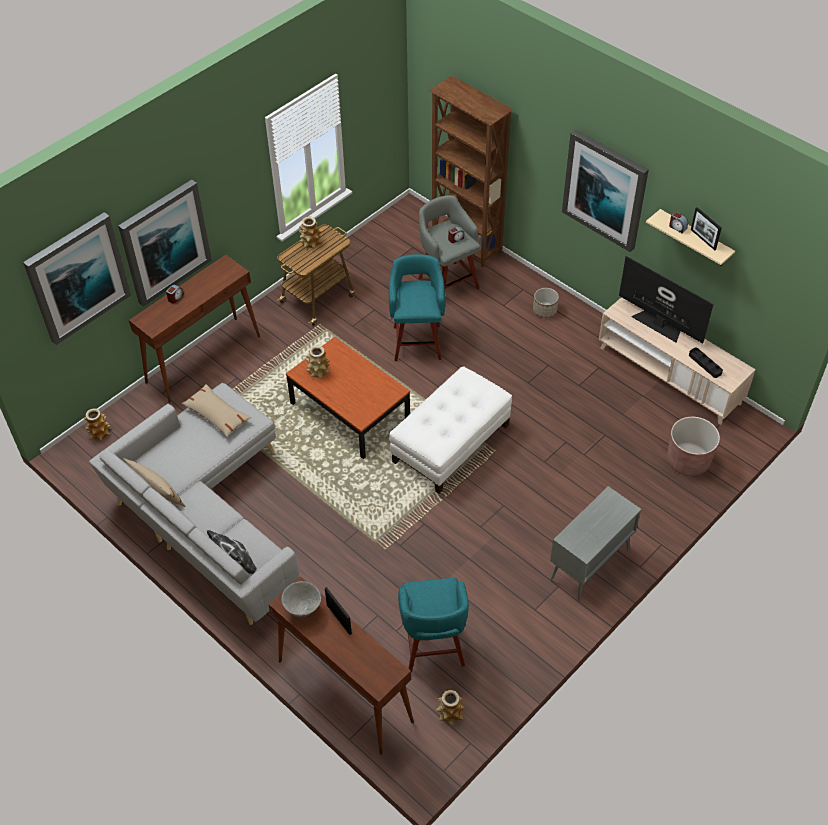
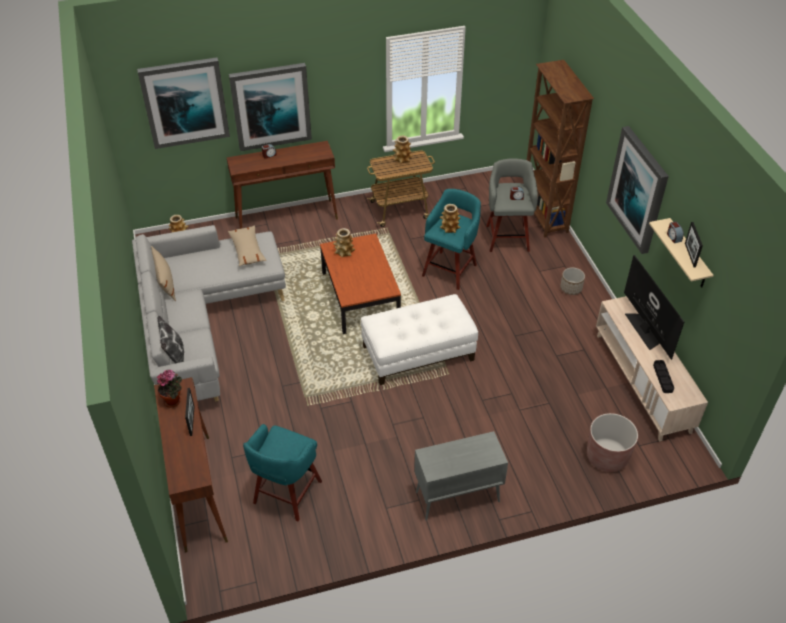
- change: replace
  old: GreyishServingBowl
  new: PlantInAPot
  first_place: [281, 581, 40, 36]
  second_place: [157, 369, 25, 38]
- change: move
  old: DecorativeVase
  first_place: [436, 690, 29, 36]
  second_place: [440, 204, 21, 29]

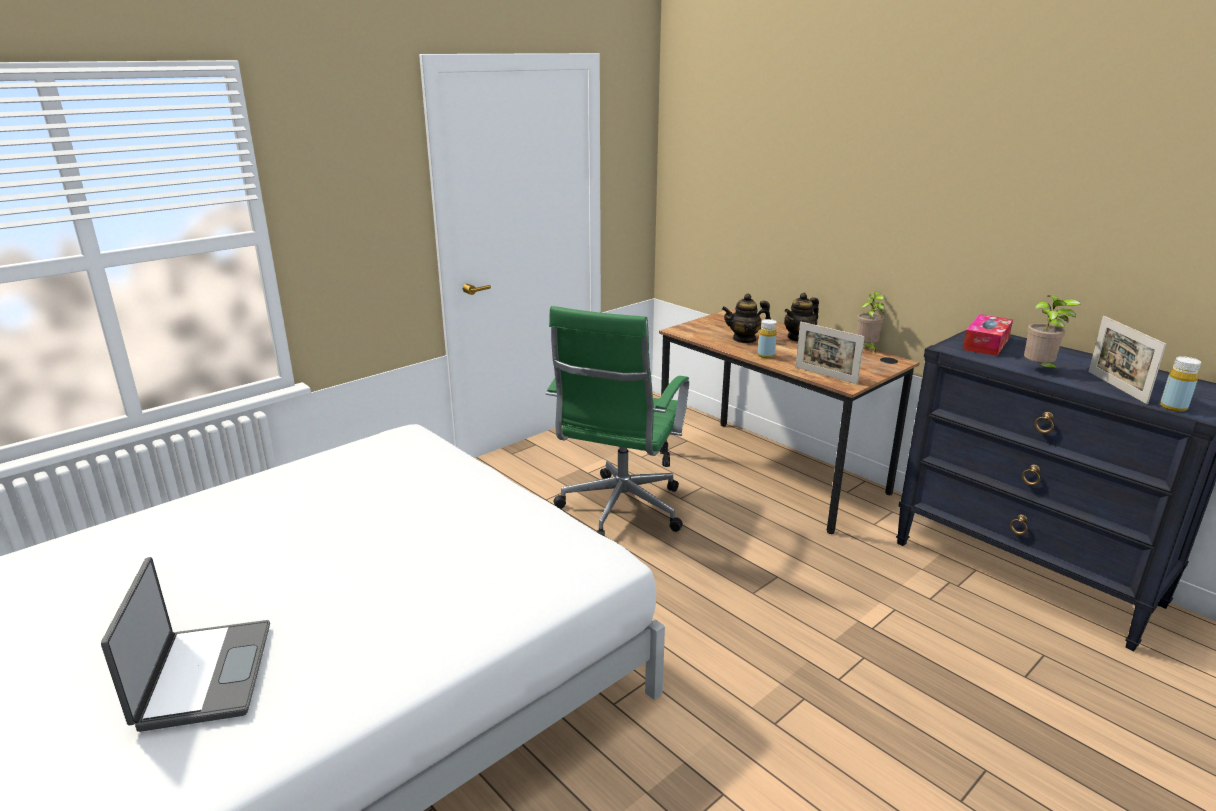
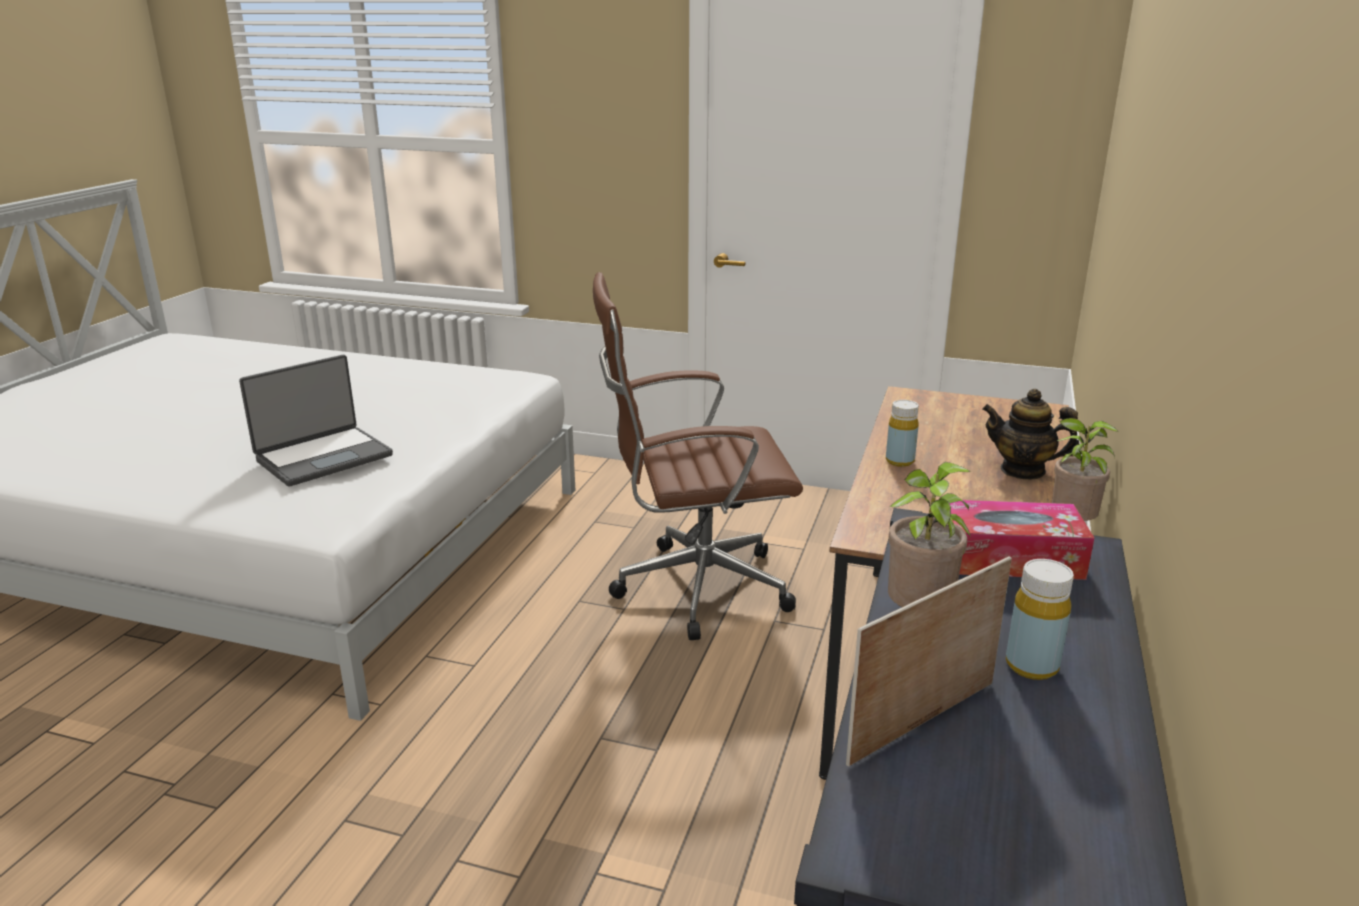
- change: move
  old: PortableComputer
  first_place: [101, 557, 169, 175]
  second_place: [239, 355, 154, 131]
- change: recolor
  old: GreenishDeskChair
  new: BrownColouredDeskChair
  first_place: [546, 306, 143, 230]
  second_place: [593, 272, 210, 368]
- change: move
  old: YellowDrinkBottle
  first_place: [1160, 356, 41, 56]
  second_place: [1006, 559, 68, 121]
- change: delete
  old: PotForTea
  first_place: [722, 293, 49, 50]
- change: delete
  old: PhotoFrame
  first_place: [796, 322, 69, 62]

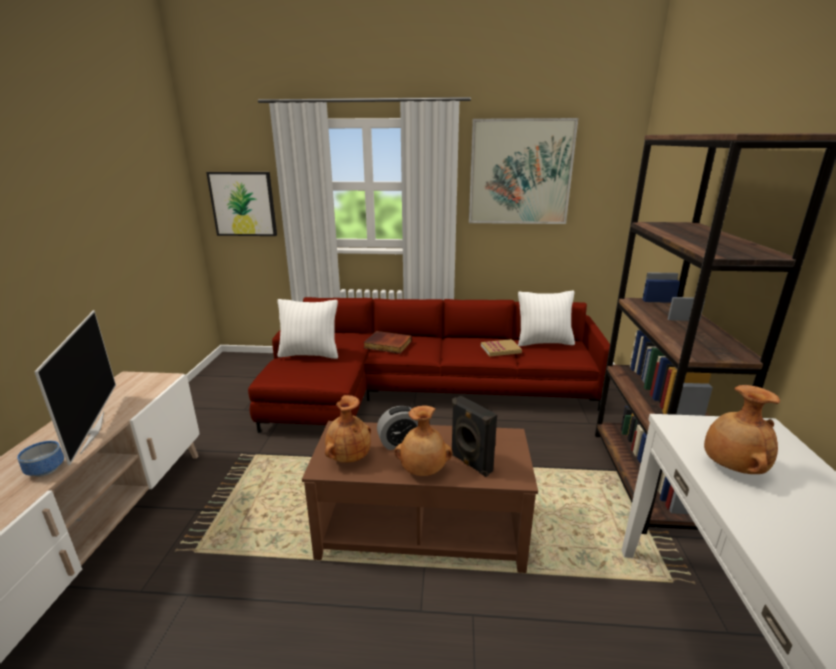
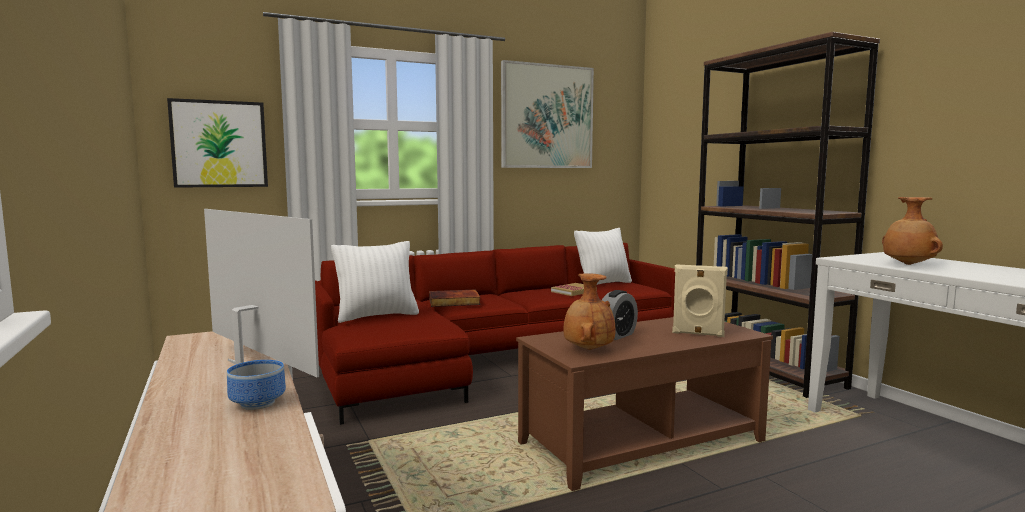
- change: recolor
  old: BlackColouredAudioSpeaker
  new: BeigeColouredAudioSpeaker
  first_place: [452, 396, 45, 81]
  second_place: [672, 264, 56, 73]
- change: delete
  old: BrownColouredDecorativeVase
  first_place: [394, 405, 59, 71]

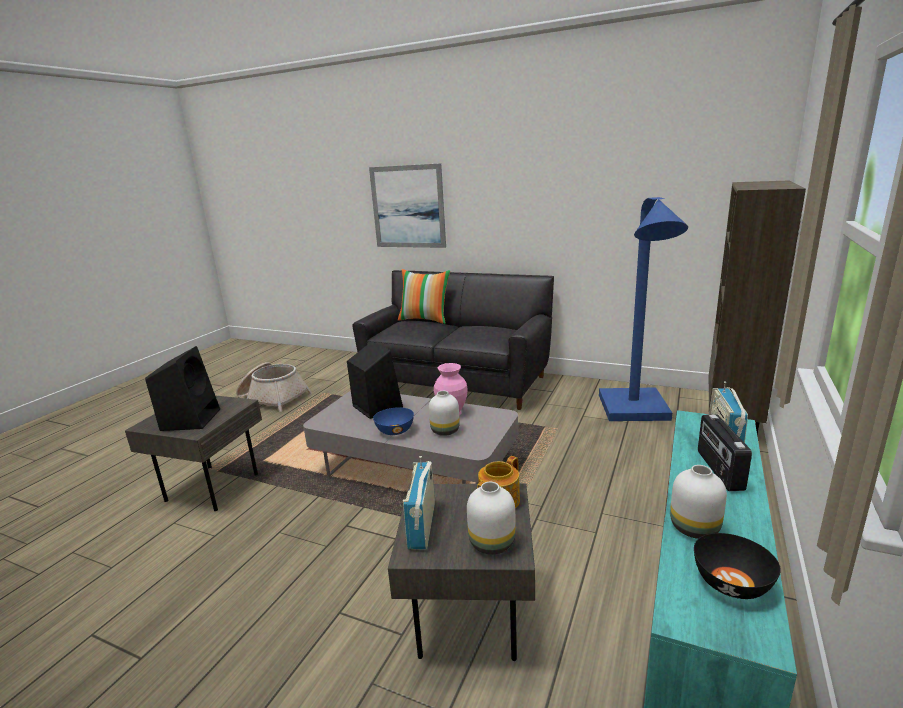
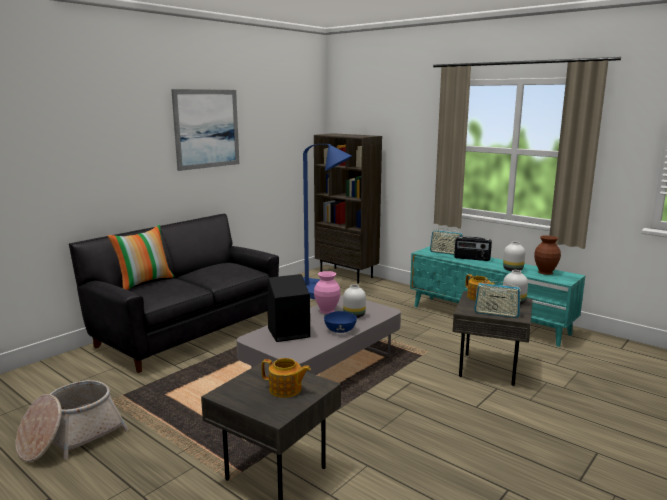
- change: move
  old: Picture
  first_place: [369, 163, 77, 85]
  second_place: [171, 89, 68, 82]
- change: replace
  old: BlackColouredAudioSpeaker
  new: PotForTea
  first_place: [145, 346, 75, 85]
  second_place: [261, 358, 50, 40]
- change: replace
  old: BlackColouredServingBowl
  new: BrownColouredDecorativeVase
  first_place: [694, 533, 87, 66]
  second_place: [534, 235, 27, 40]

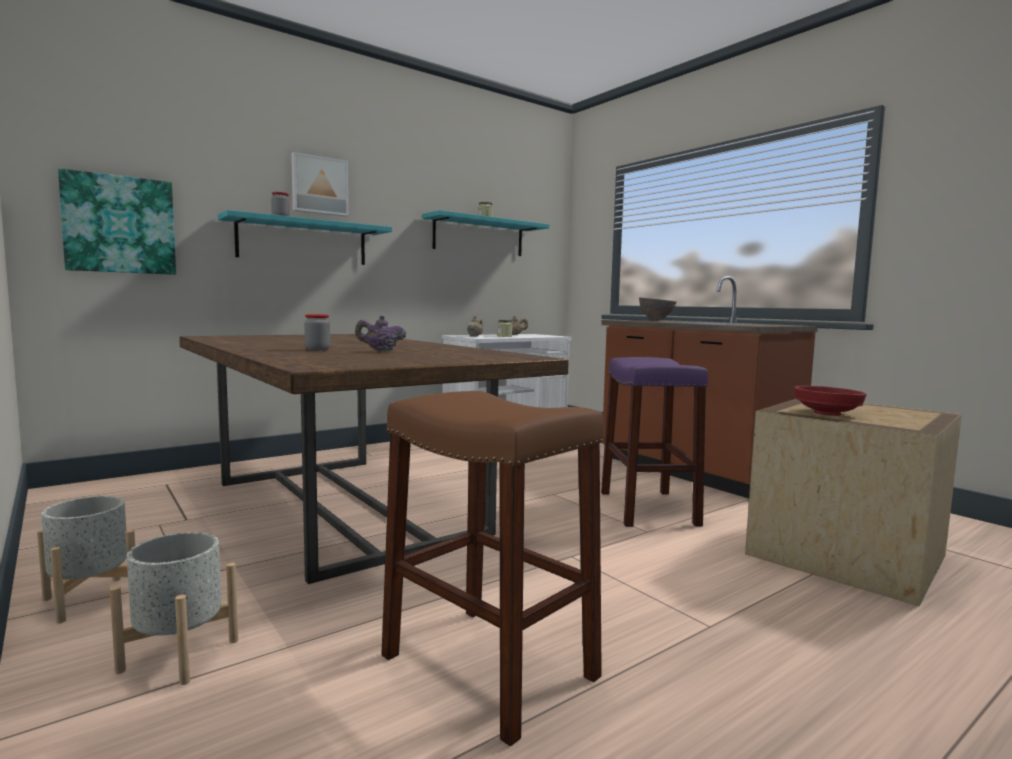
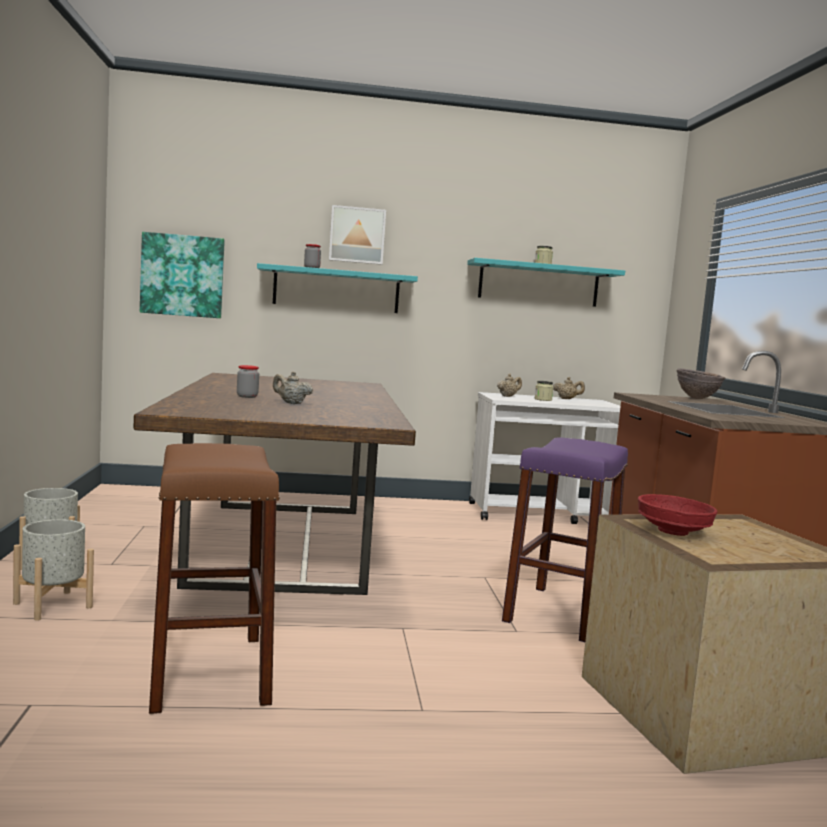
- change: recolor
  old: PurplishPotForTea
  new: BeigeColouredPotForTea
  first_place: [355, 316, 51, 35]
  second_place: [273, 371, 40, 33]

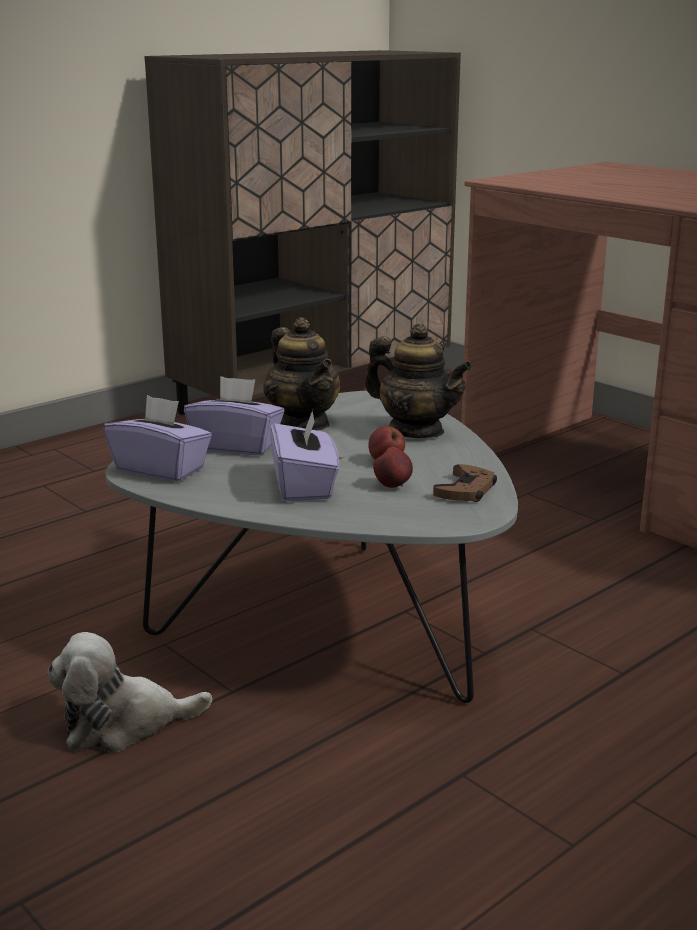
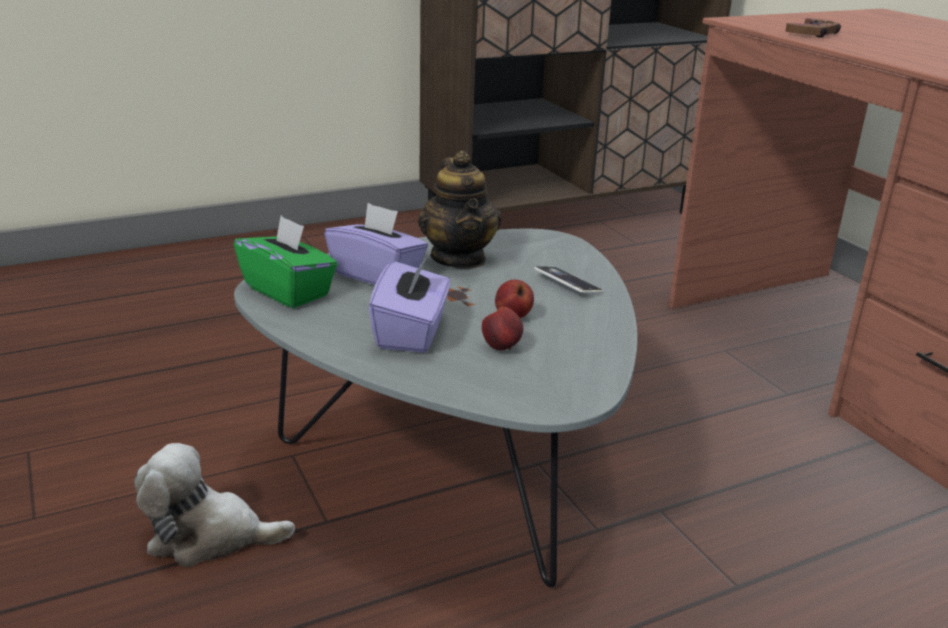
- change: recolor
  old: PurplishBoxOfTissues
  new: GreenishBoxOfTissues
  first_place: [103, 395, 109, 87]
  second_place: [234, 215, 104, 93]
- change: replace
  old: PotForTea
  new: Handset
  first_place: [365, 323, 107, 115]
  second_place: [534, 266, 69, 27]
- change: move
  old: BrownColouredGamepad
  first_place: [433, 464, 64, 38]
  second_place: [786, 18, 55, 20]

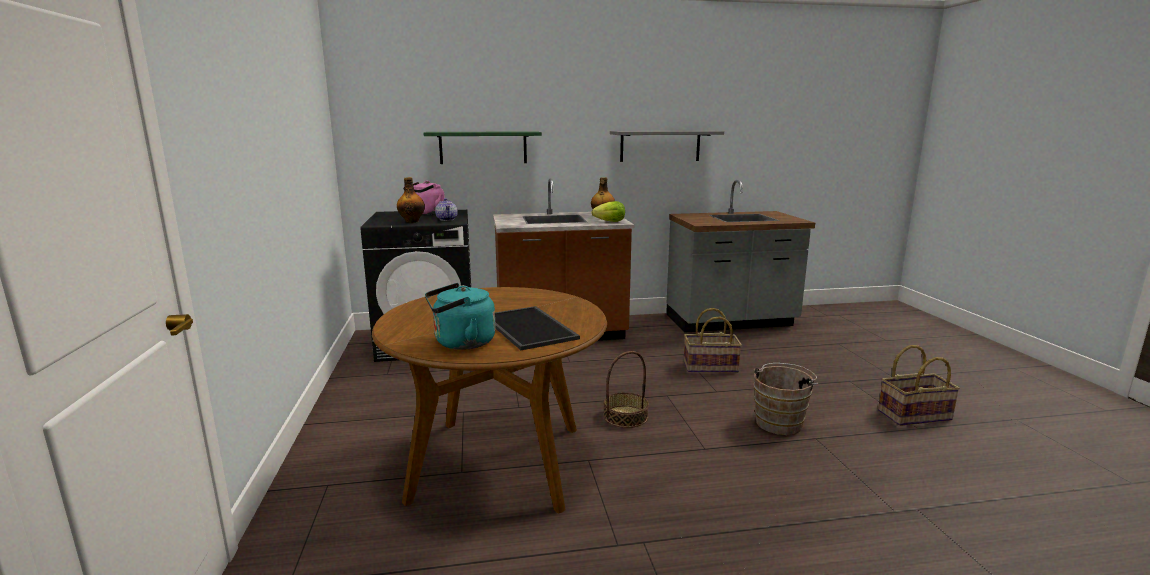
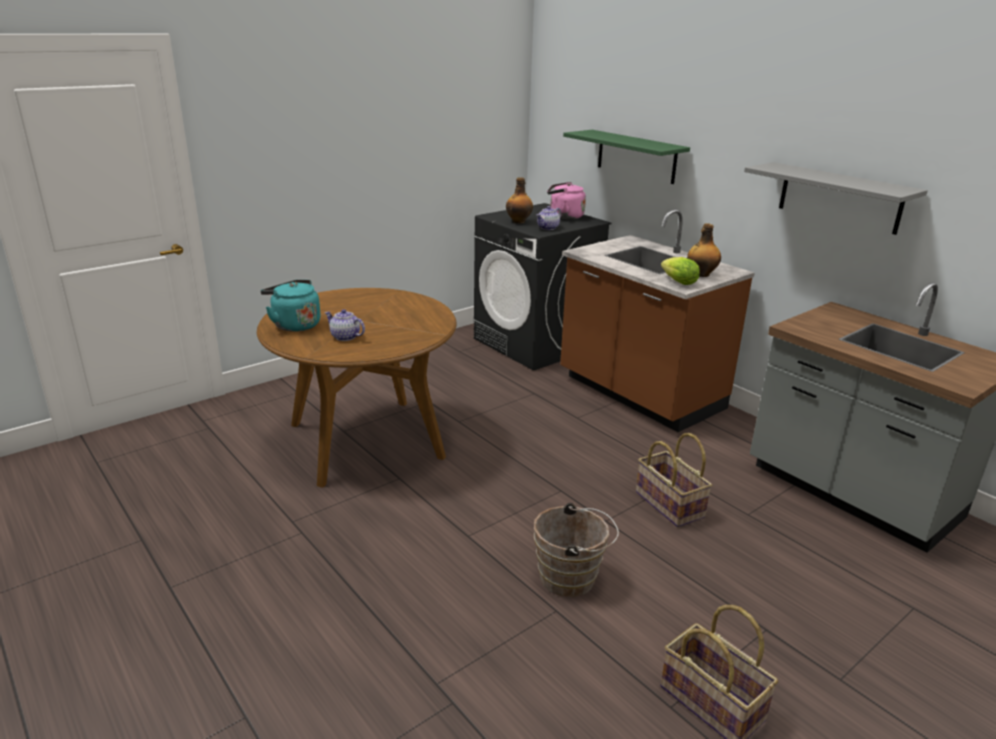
- change: replace
  old: CarryingTray
  new: PotForTea
  first_place: [495, 306, 85, 44]
  second_place: [325, 309, 40, 32]
- change: delete
  old: Basket
  first_place: [603, 351, 46, 77]

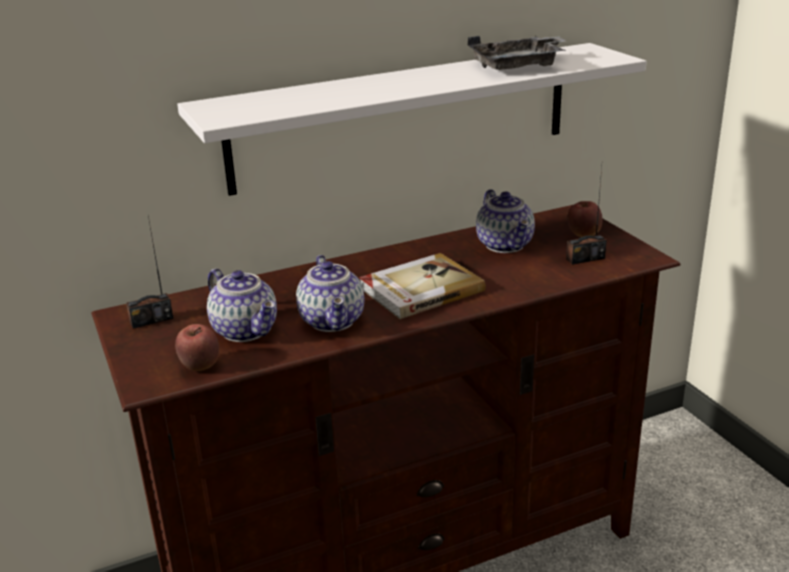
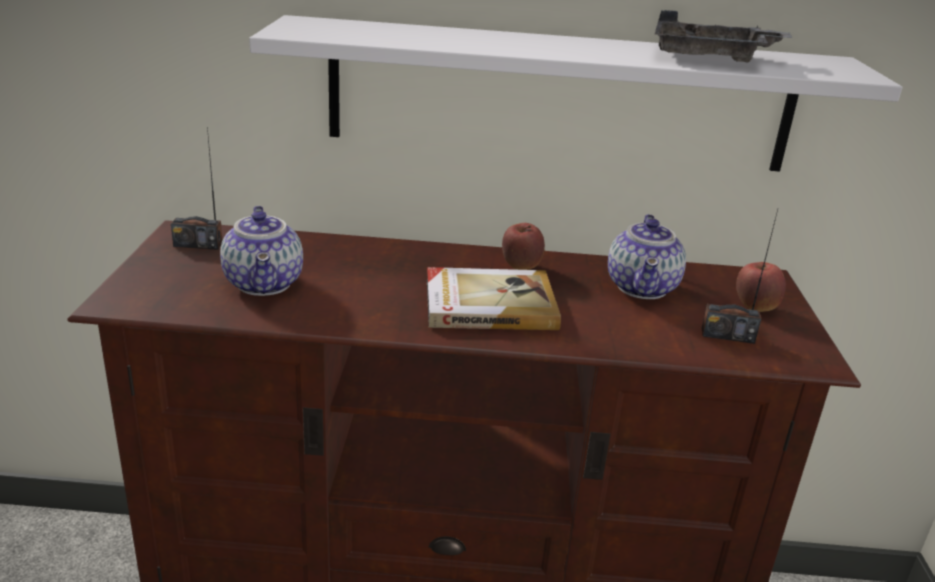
- change: move
  old: Apple
  first_place: [175, 324, 44, 47]
  second_place: [502, 223, 43, 47]
- change: delete
  old: PotForTea
  first_place: [296, 255, 68, 77]

